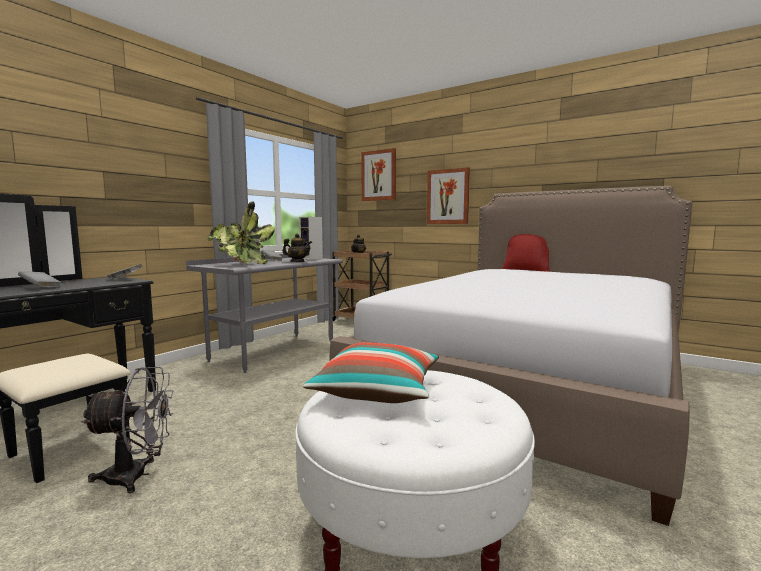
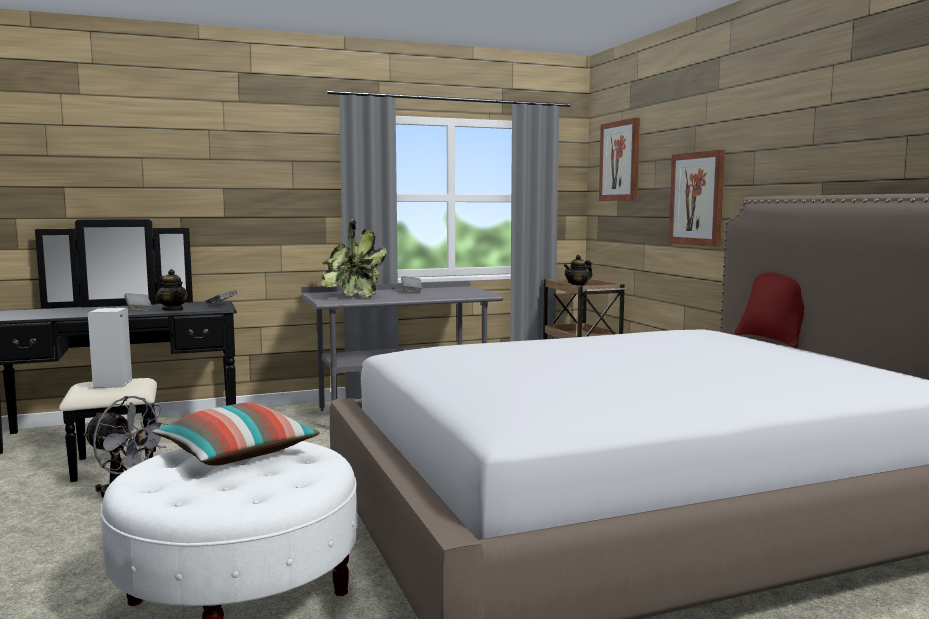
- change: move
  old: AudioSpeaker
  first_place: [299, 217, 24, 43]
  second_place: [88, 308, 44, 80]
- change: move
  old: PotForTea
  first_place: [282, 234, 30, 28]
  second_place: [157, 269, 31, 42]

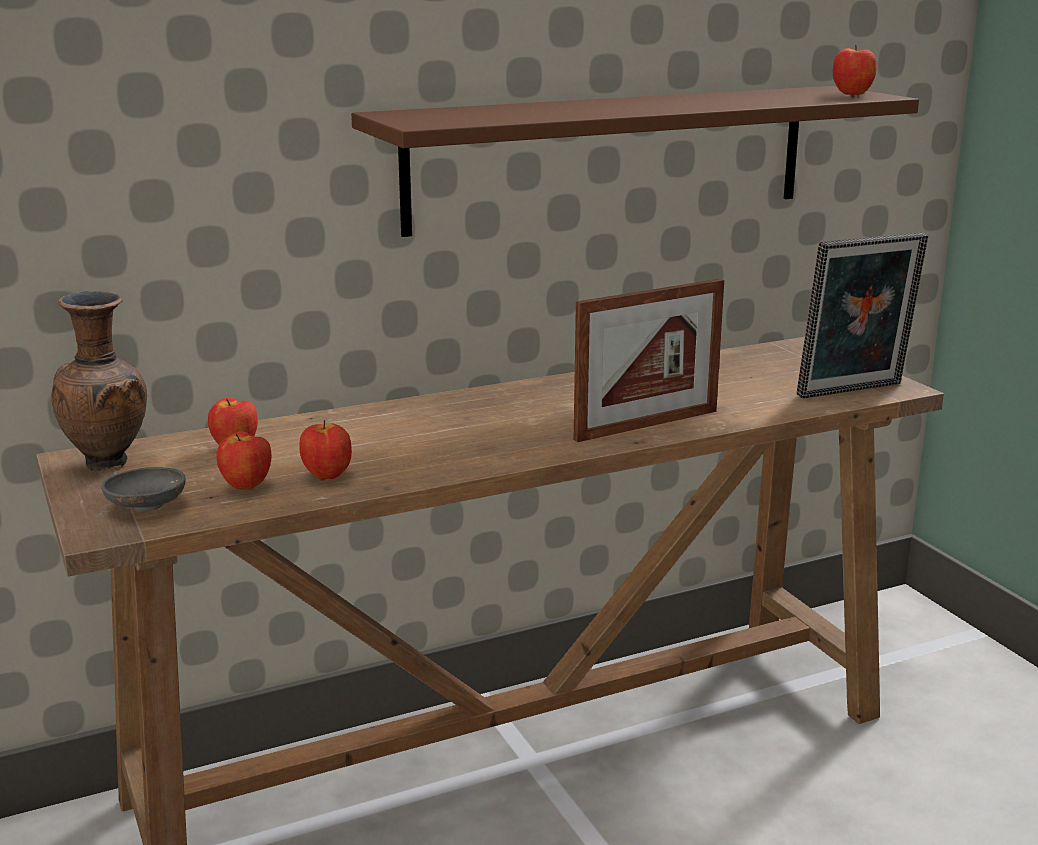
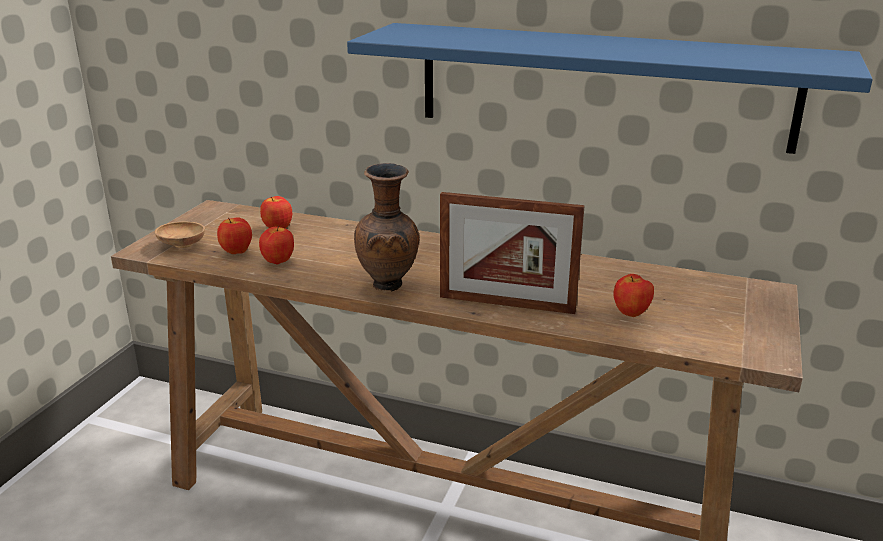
- change: recolor
  old: GreyishServingBowl
  new: BrownColouredServingBowl
  first_place: [101, 467, 85, 44]
  second_place: [155, 222, 50, 26]
- change: recolor
  old: BrownColouredBracketShelf
  new: BlueColouredBracketShelf
  first_place: [351, 86, 568, 151]
  second_place: [347, 23, 526, 131]
- change: move
  old: BrownColouredDecorativeVase
  first_place: [51, 291, 96, 180]
  second_place: [354, 163, 65, 129]
- change: move
  old: Apple
  first_place: [833, 45, 44, 50]
  second_place: [613, 274, 41, 43]
- change: delete
  old: PhotoFrame
  first_place: [797, 232, 131, 167]

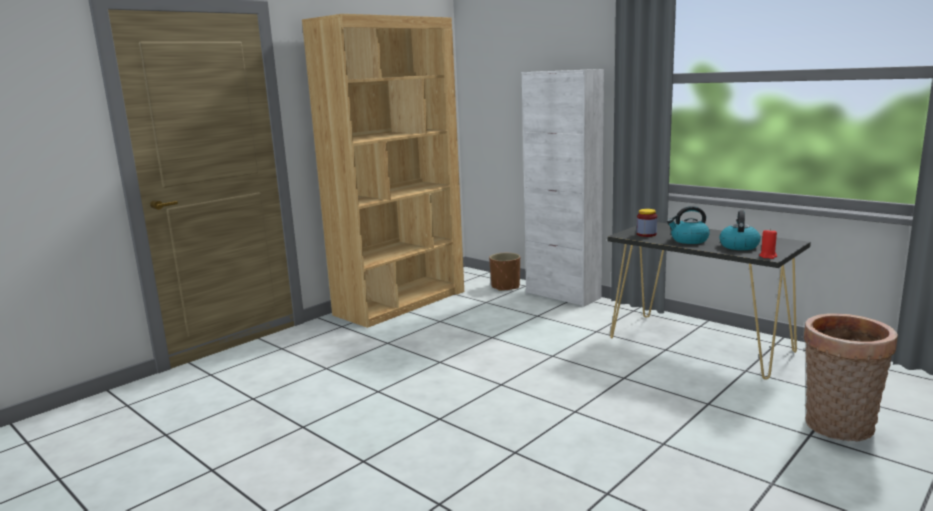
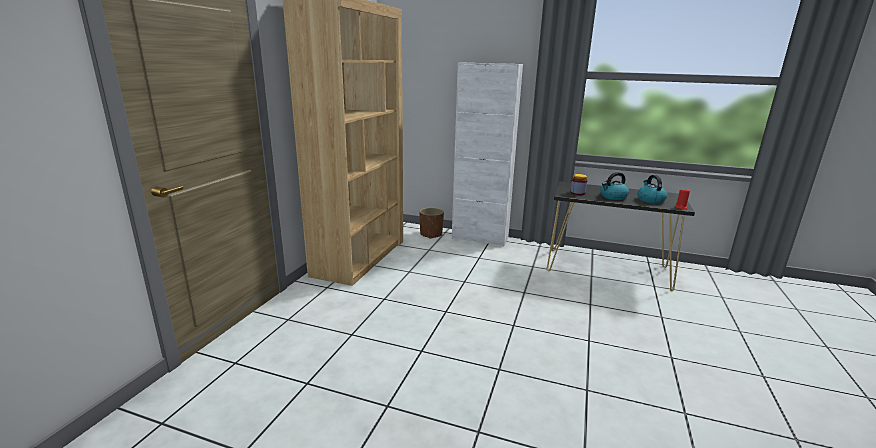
- change: delete
  old: Basket
  first_place: [804, 314, 94, 127]

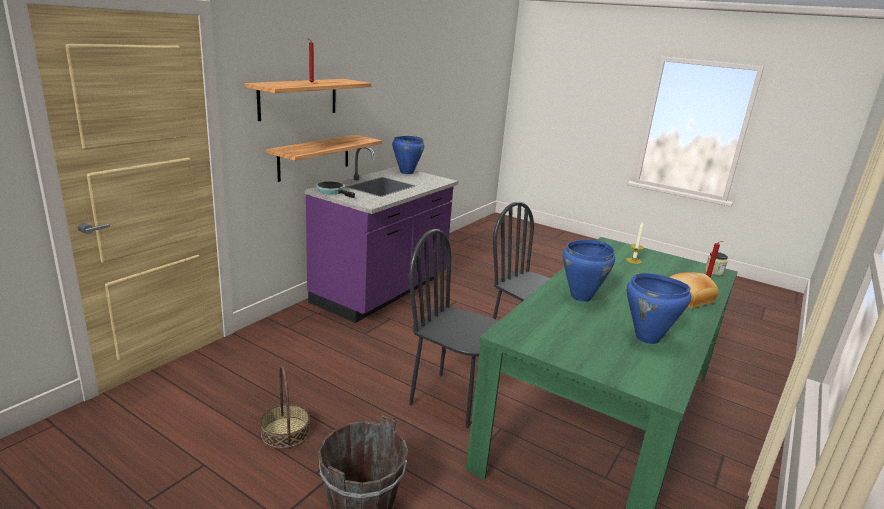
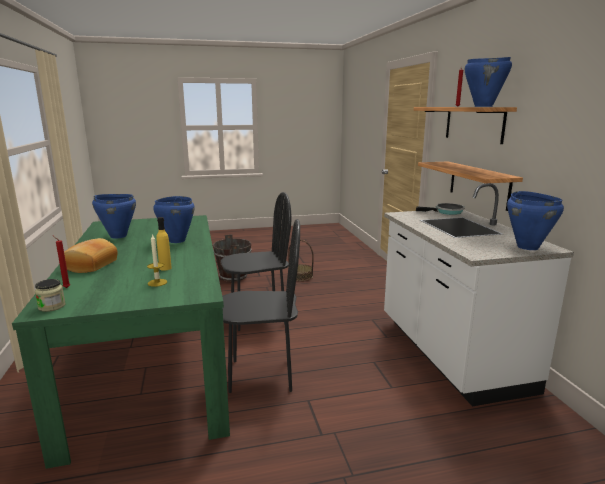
- change: insert
  new: YellowDrinkBottle
  second_place: [156, 217, 16, 54]
- change: recolor
  old: PurplishKitchenCounter
  new: WhitishKitchenCounter
  first_place: [305, 147, 154, 176]
  second_place: [384, 183, 190, 223]
- change: insert
  new: BlueColouredSaucepot
  second_place: [465, 57, 47, 50]

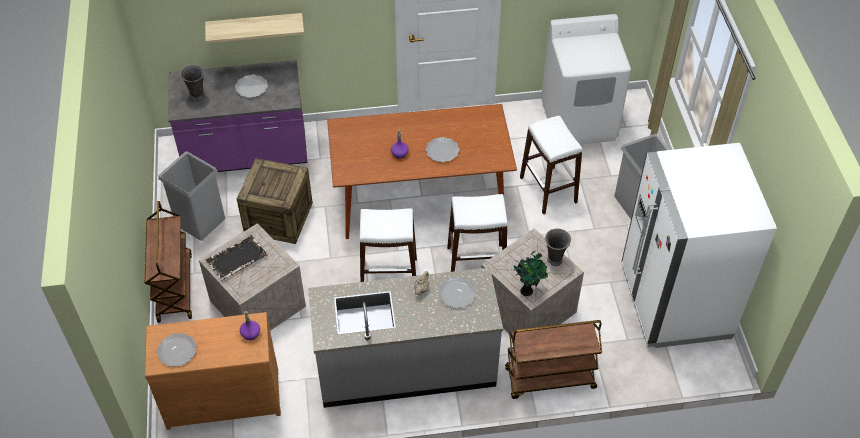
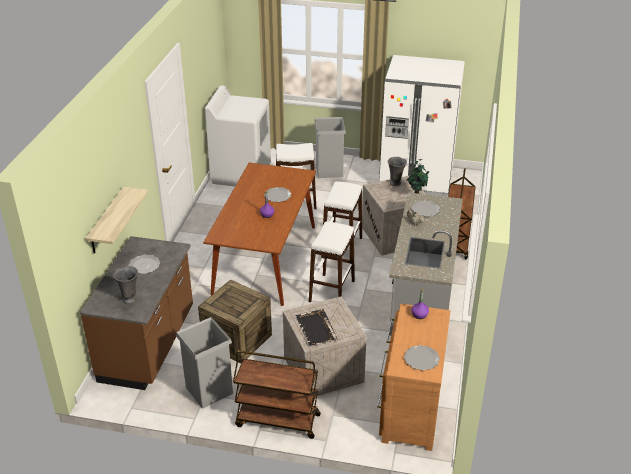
- change: recolor
  old: PurplishKitchenCounter
  new: BrownColouredKitchenCounter
  first_place: [168, 60, 140, 112]
  second_place: [80, 236, 113, 154]

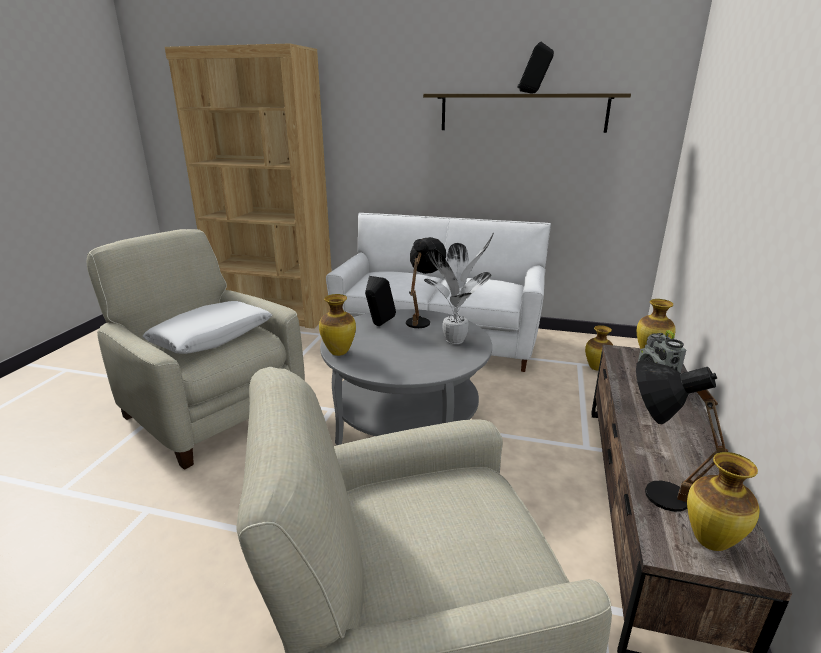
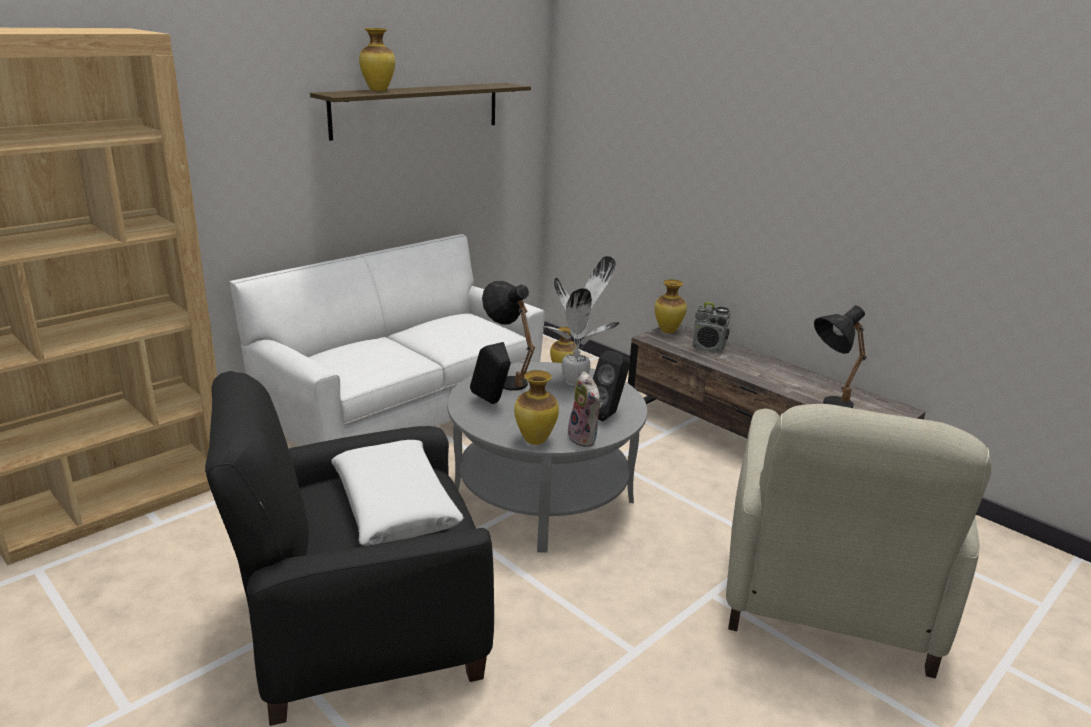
- change: recolor
  old: BeigeColouredLoungeChair
  new: BlackColouredLoungeChair
  first_place: [86, 229, 219, 241]
  second_place: [205, 371, 289, 355]
- change: move
  old: DecorativeVase
  first_place: [687, 452, 72, 99]
  second_place: [359, 28, 36, 63]
- change: insert
  new: CuddlyToy
  second_place: [568, 372, 33, 75]
- change: move
  old: BlackColouredAudioSpeaker
  first_place: [518, 41, 36, 52]
  second_place: [593, 350, 37, 71]

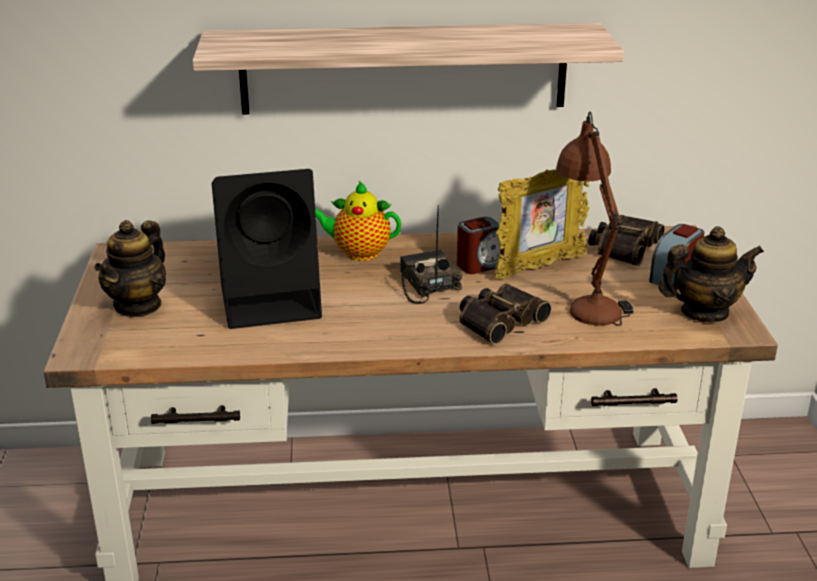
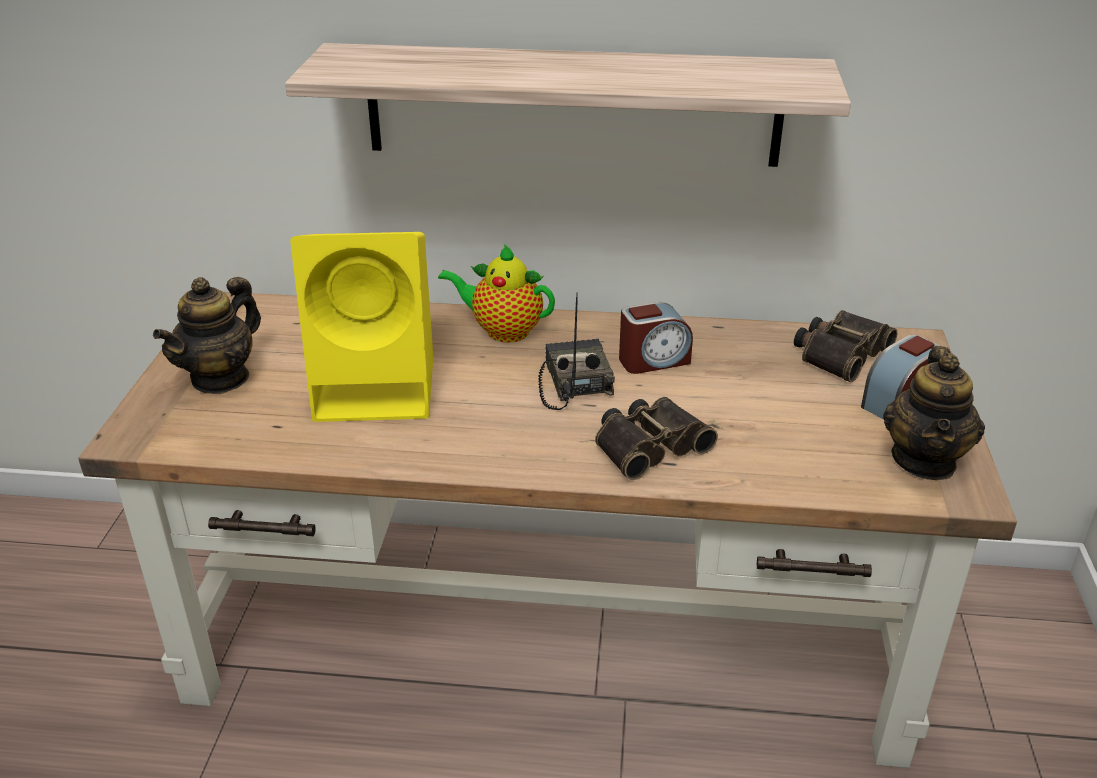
- change: recolor
  old: BlackColouredAudioSpeaker
  new: YellowAudioSpeaker
  first_place: [212, 169, 110, 160]
  second_place: [290, 232, 143, 190]
- change: rotate
  old: PotForTea
  first_place: [658, 226, 106, 97]
  second_place: [883, 346, 102, 134]
  degrees: 105
- change: delete
  old: PhotoFrame
  first_place: [494, 170, 96, 109]
- change: delete
  old: BrownColouredTabletopLamp
  first_place: [556, 112, 77, 214]

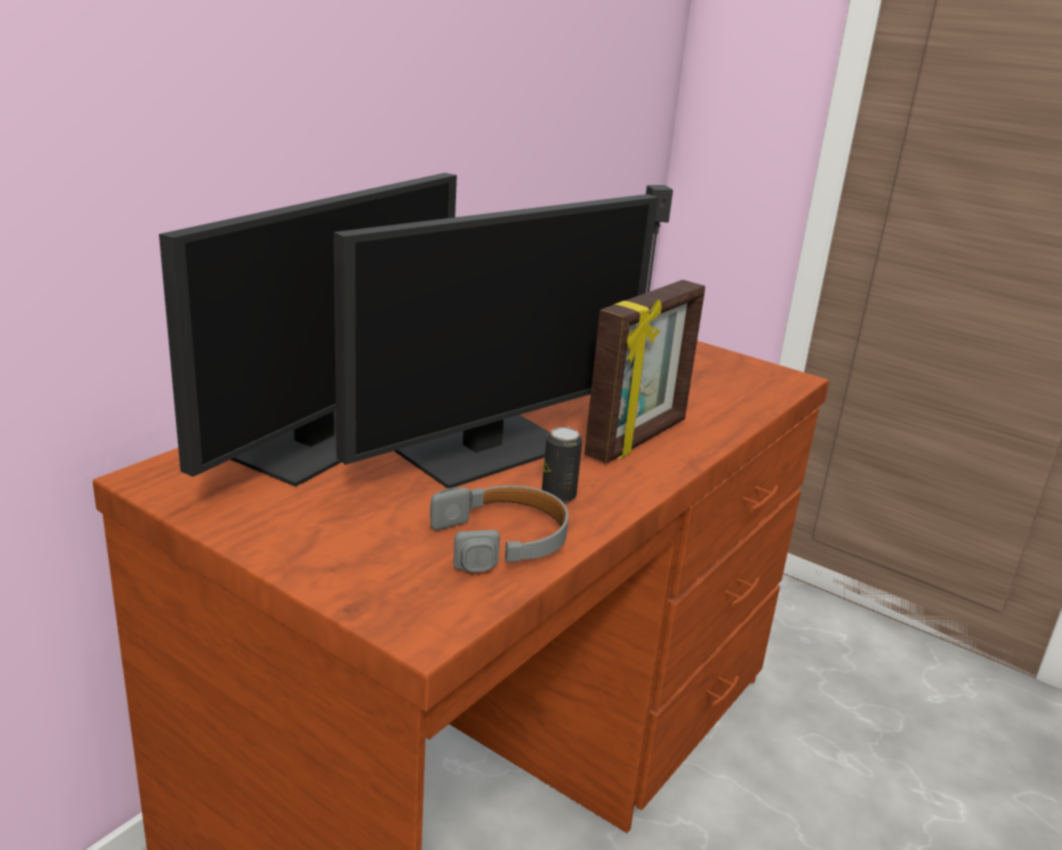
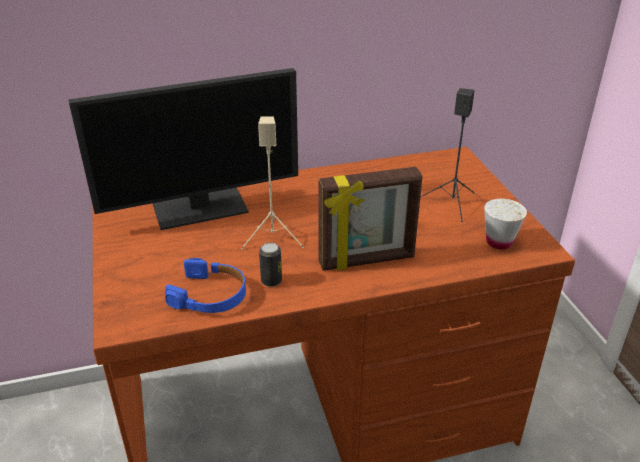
- change: recolor
  old: GreyishHeadset
  new: BlueColouredHeadset
  first_place: [430, 485, 138, 87]
  second_place: [165, 258, 81, 55]
- change: replace
  old: ComputerScreen
  new: BeigeColouredAudioSpeaker
  first_place: [333, 194, 325, 295]
  second_place: [241, 116, 63, 134]
- change: insert
  new: WhitishCup
  second_place: [484, 199, 43, 50]

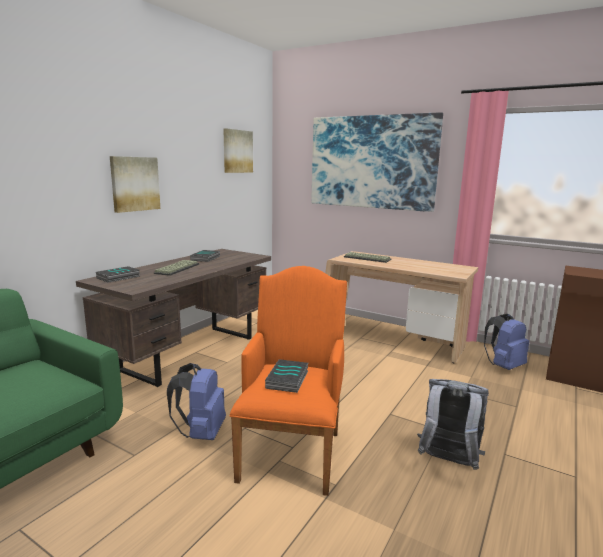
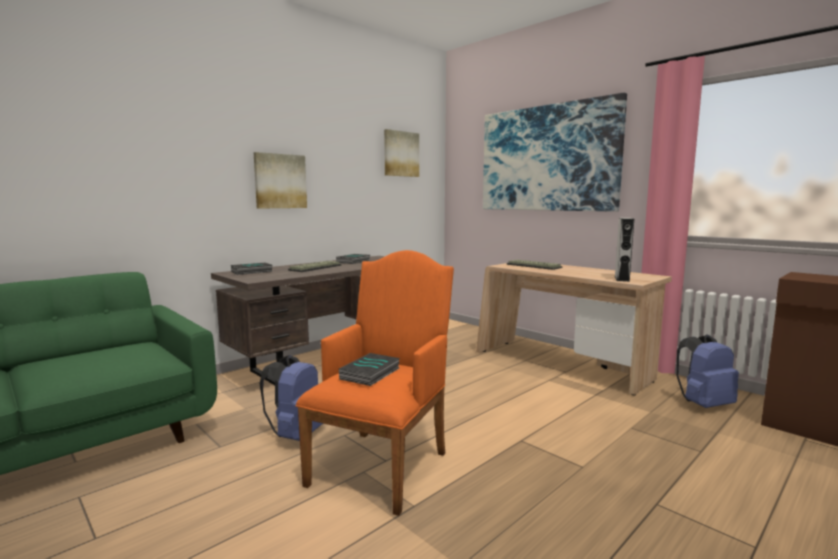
- change: insert
  new: GreyishAudioSpeaker
  second_place: [615, 218, 19, 64]
- change: delete
  old: GreyishBackpack
  first_place: [417, 379, 72, 91]

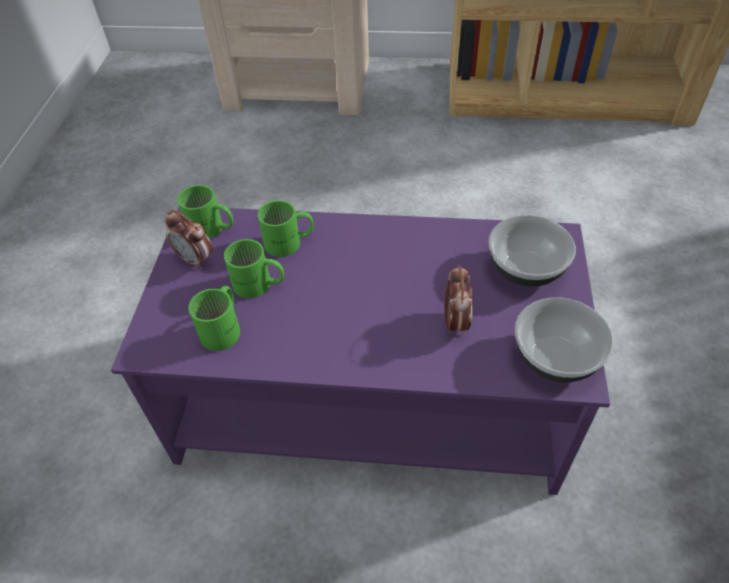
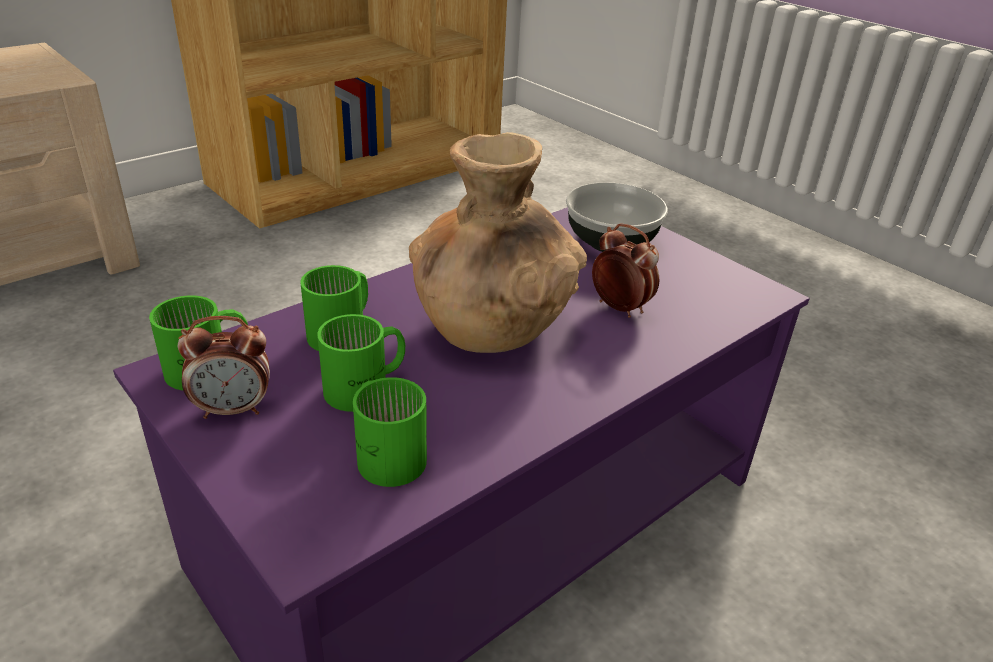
- change: insert
  new: BrownColouredDecorativeVase
  second_place: [409, 132, 178, 221]
- change: delete
  old: ServingBowl
  first_place: [515, 297, 99, 85]

